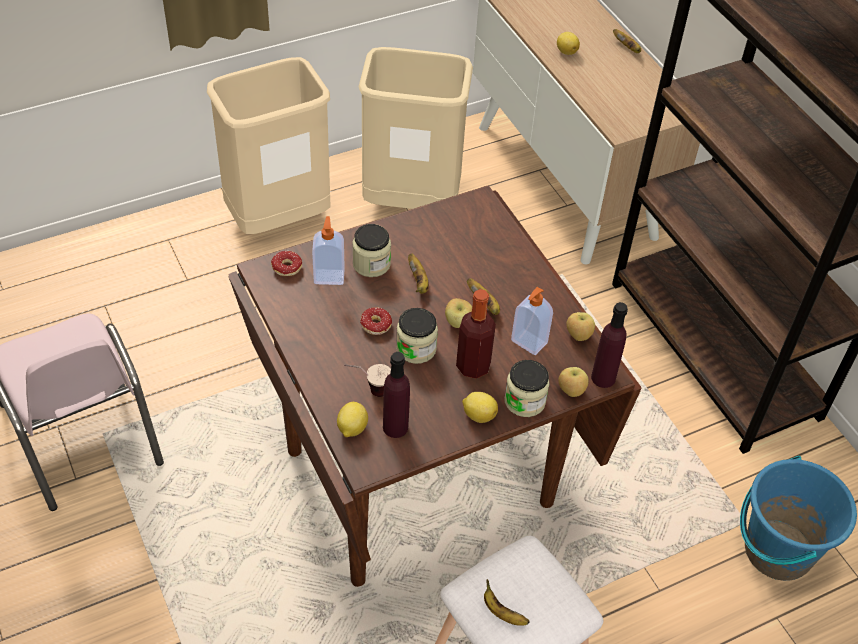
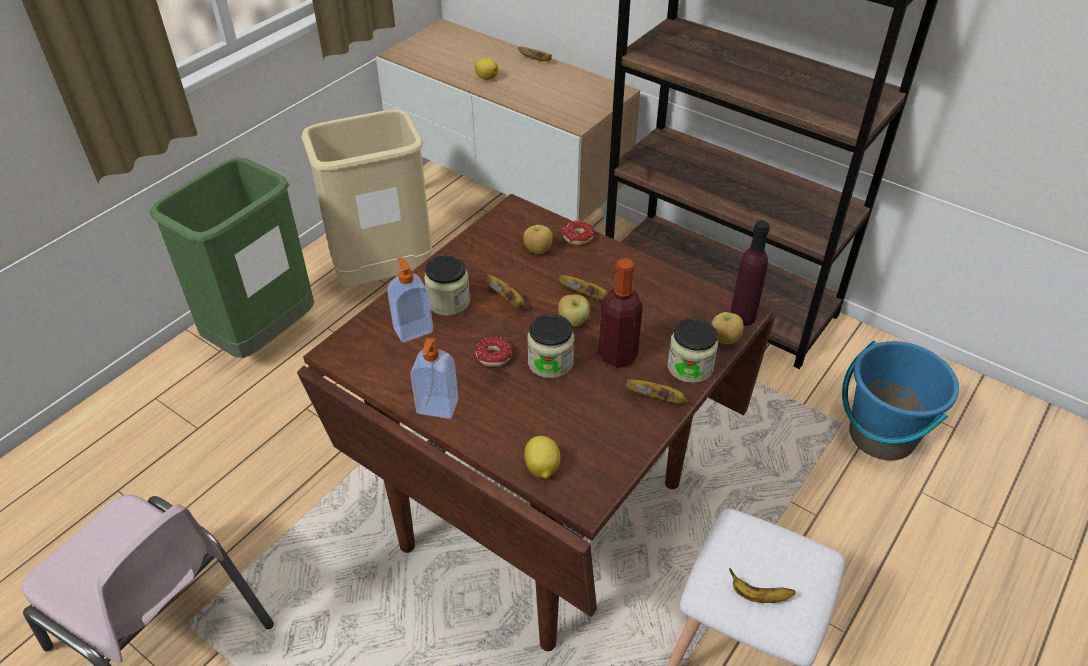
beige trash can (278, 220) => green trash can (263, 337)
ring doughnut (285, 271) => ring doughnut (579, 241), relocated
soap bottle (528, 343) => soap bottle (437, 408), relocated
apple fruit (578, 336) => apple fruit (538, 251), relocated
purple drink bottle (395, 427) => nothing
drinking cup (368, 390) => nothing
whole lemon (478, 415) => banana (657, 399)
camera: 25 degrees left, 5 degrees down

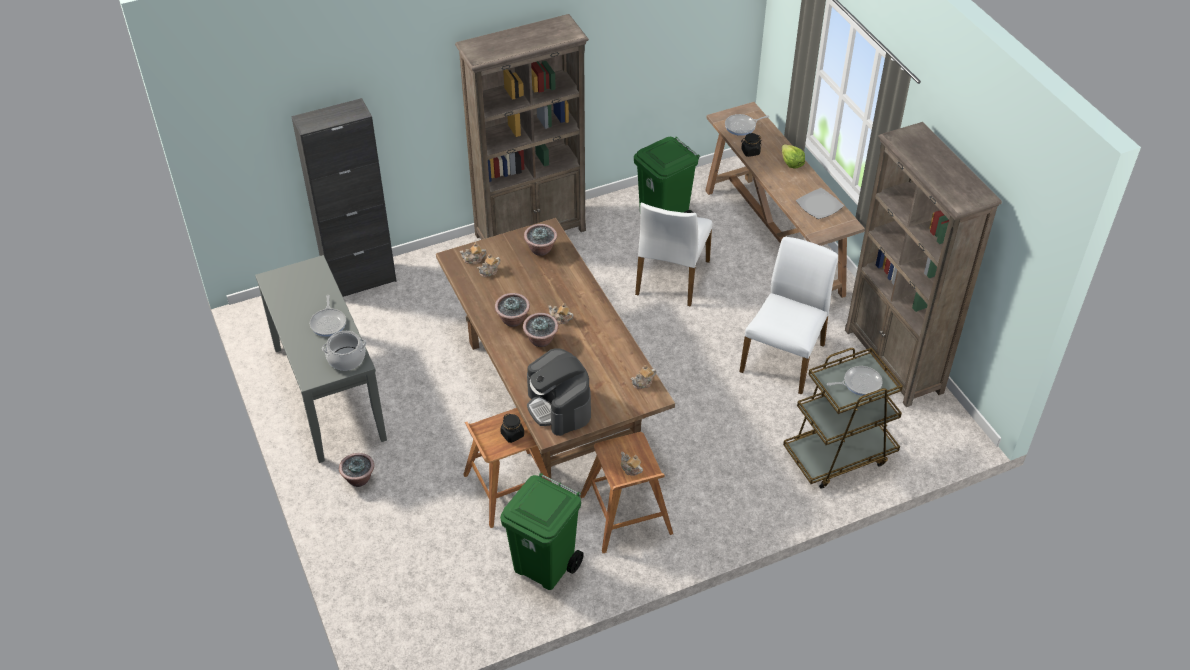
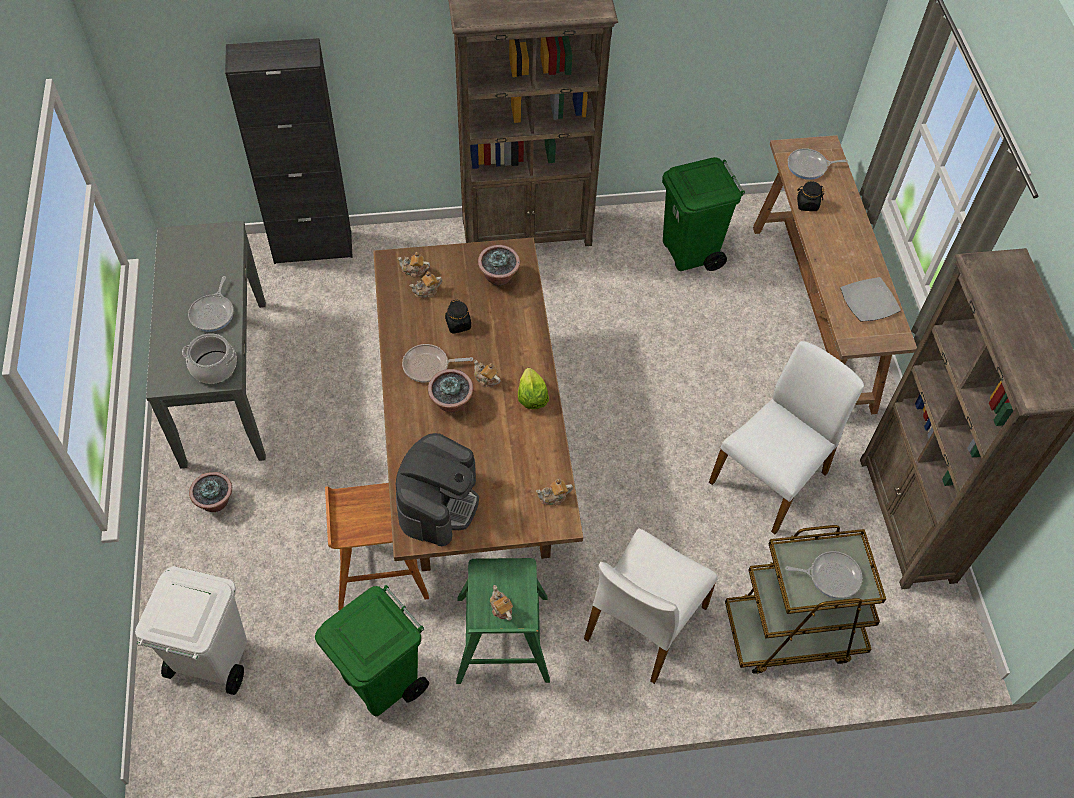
lettuce (791, 163) => lettuce (531, 397), relocated
white-coloured chair (671, 278) => white-coloured chair (643, 623), relocated
potted plant (513, 320) => skillet (429, 366)
coffee machine (559, 407) => coffee machine (438, 503), 150 degrees counterclockwise
blackish preserve jar (512, 434) => blackish preserve jar (458, 324), relocated
brown-coloured stool (626, 515) => green stool (502, 640)
nothing => white-coloured trash can (212, 660)
camera: 15 degrees right, 10 degrees up

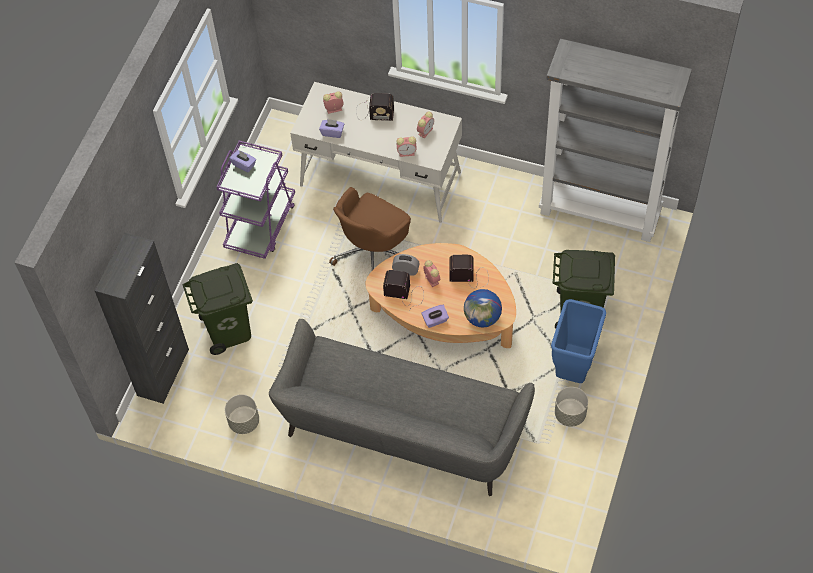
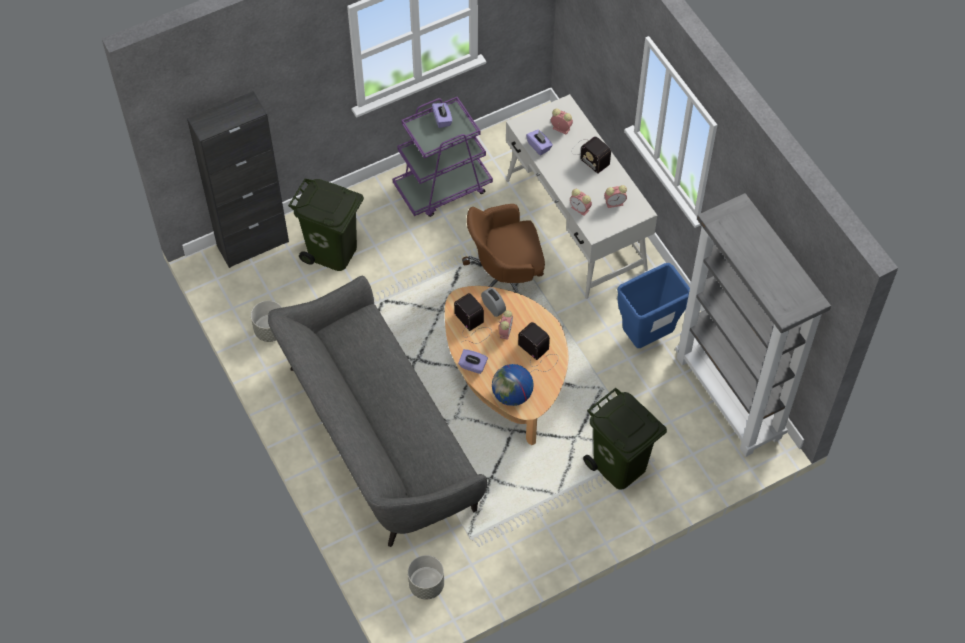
bluish trash can (573, 370) => bluish trash can (646, 337), relocated
grey plant pot (570, 414) => grey plant pot (426, 585), relocated
camera: 40 degrees right, 0 degrees up

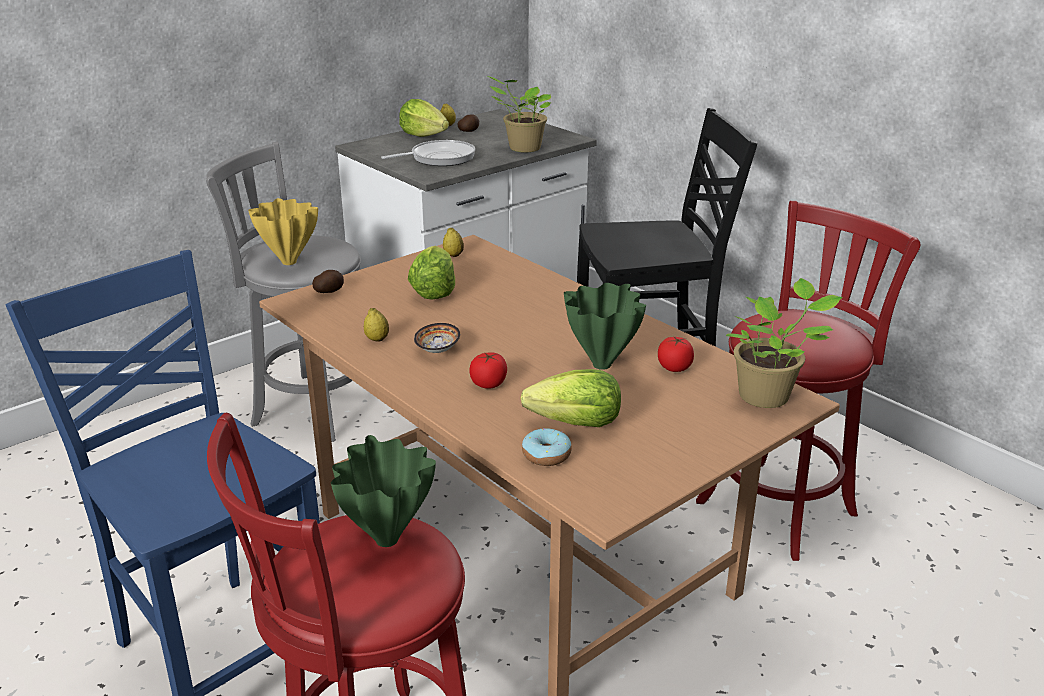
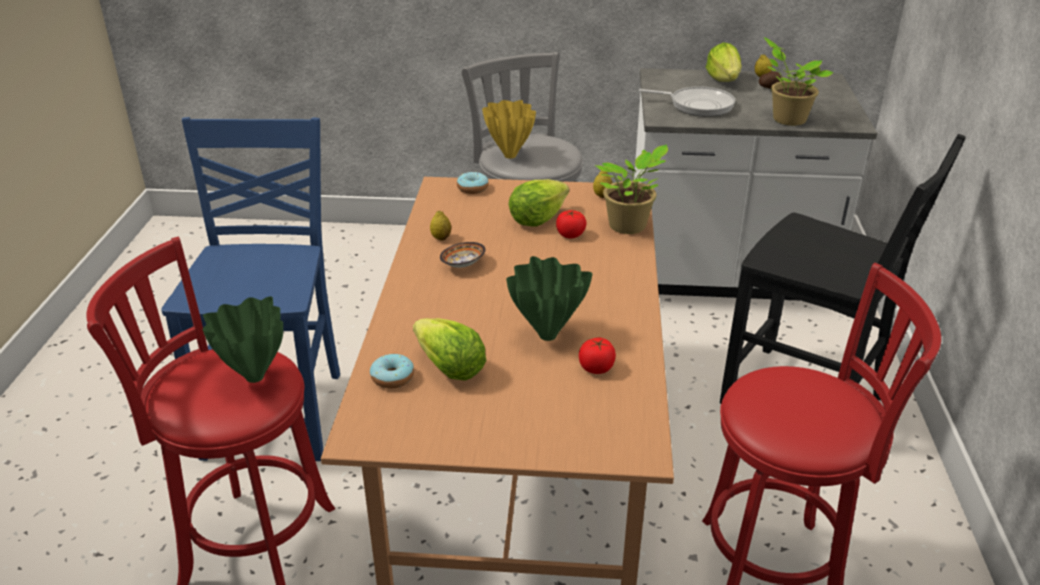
whole potato (329, 292) => ring doughnut (472, 188)
potted plant (768, 396) => potted plant (629, 226), relocated
tomato (488, 384) => tomato (570, 235), relocated
camera: 45 degrees right, 5 degrees up

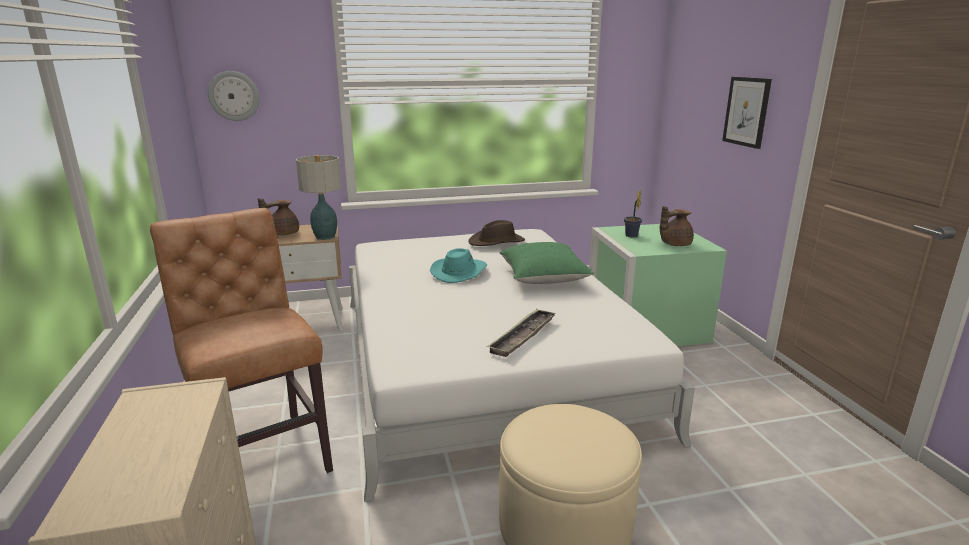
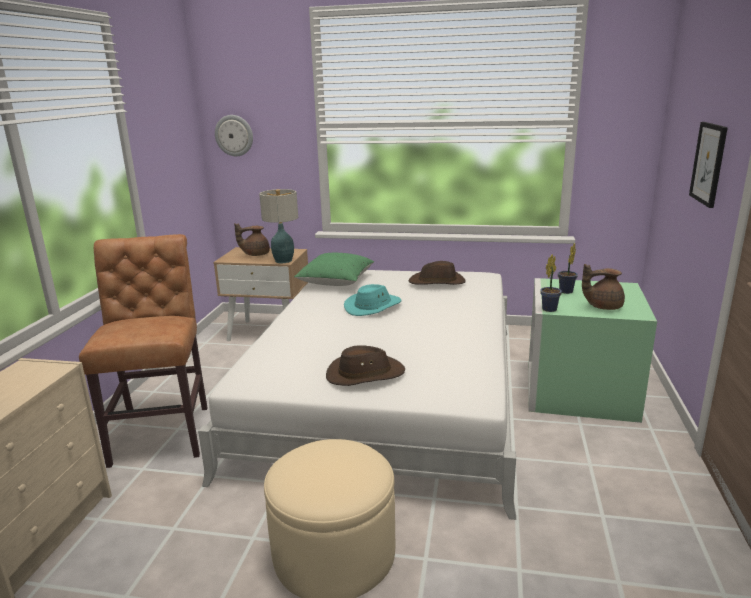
green pillow (543, 278) => green pillow (336, 282), relocated
serving tray (523, 336) => brown-coloured wearable hat (365, 374)
nothing => potted plant (550, 309)
camera: 25 degrees right, 0 degrees up

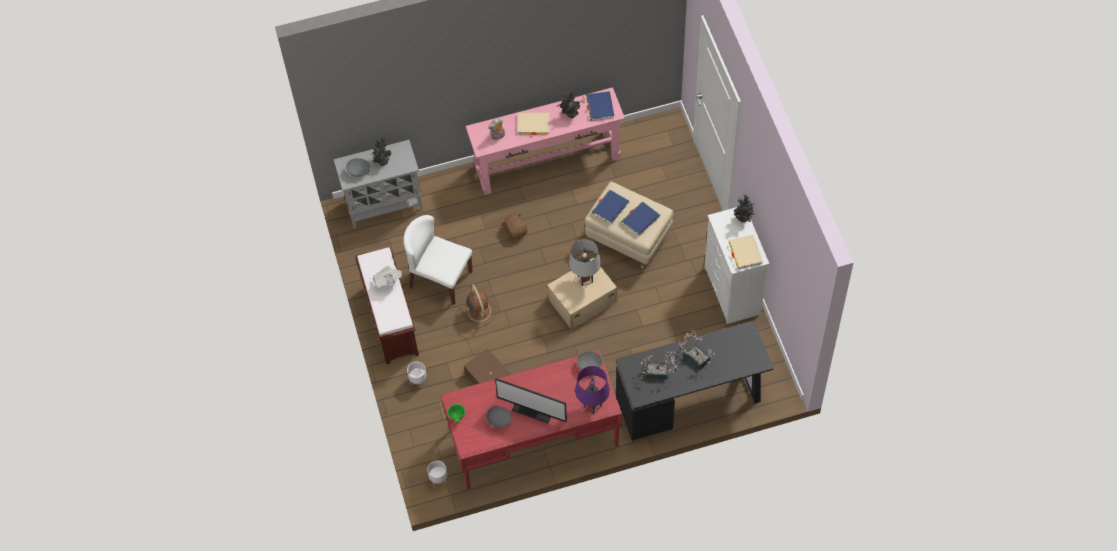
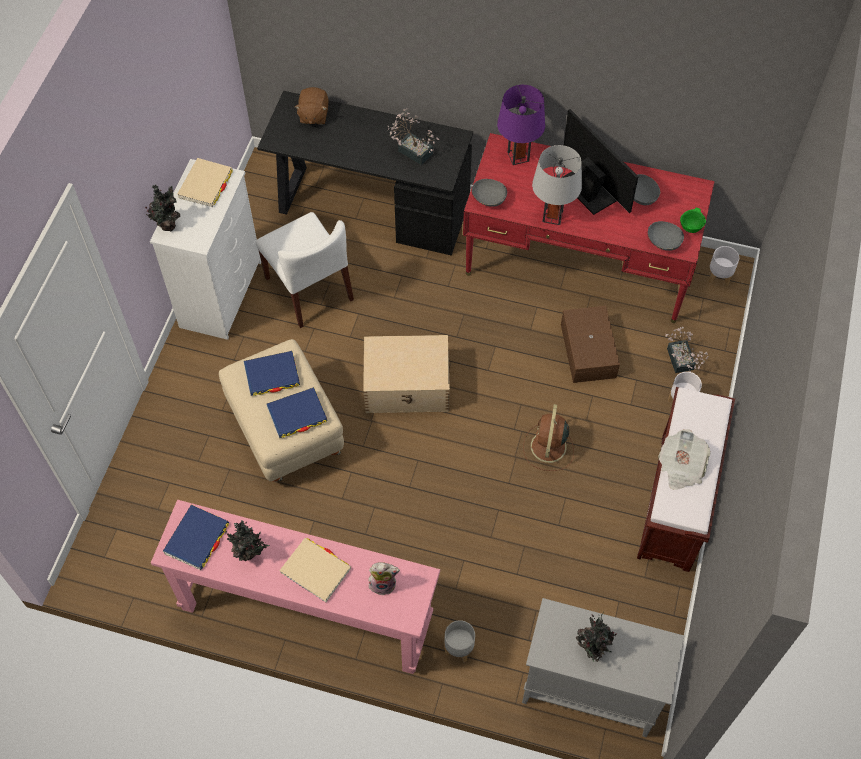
grey bowl (359, 171) => grey bowl (663, 243), relocated
brown-coloured plush toy (515, 231) => brown-coloured plush toy (313, 115), relocated
white-coloured chair (440, 279) => white-coloured chair (309, 289), relocated
grey table lamp (585, 279) => grey table lamp (552, 216), relocated
potted plant (695, 356) => potted plant (681, 362), relocated
nothing => grey plant pot (459, 648)
camera: 150 degrees left, 0 degrees up

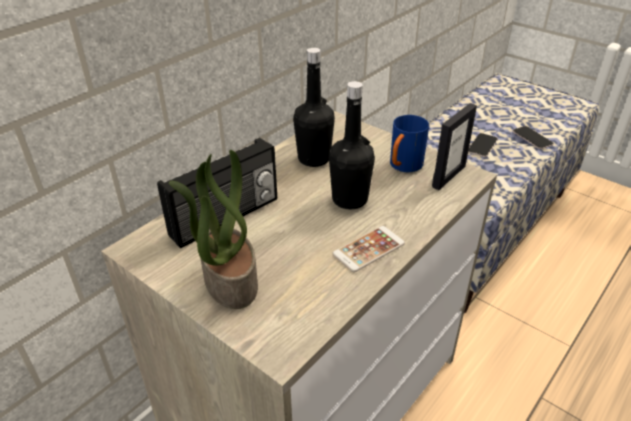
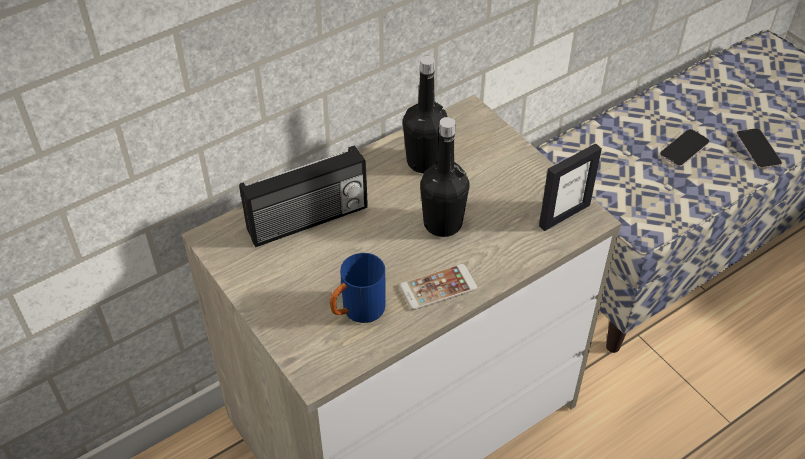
bluish tea mug (403, 167) => bluish tea mug (357, 311), relocated
potted plant (229, 280) => nothing
camera: 15 degrees right, 10 degrees up

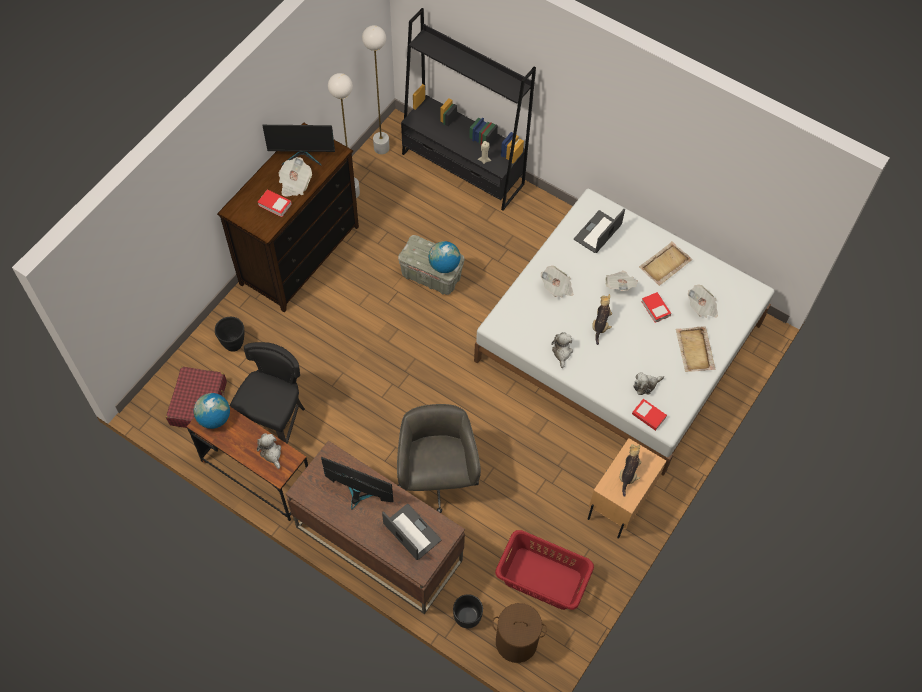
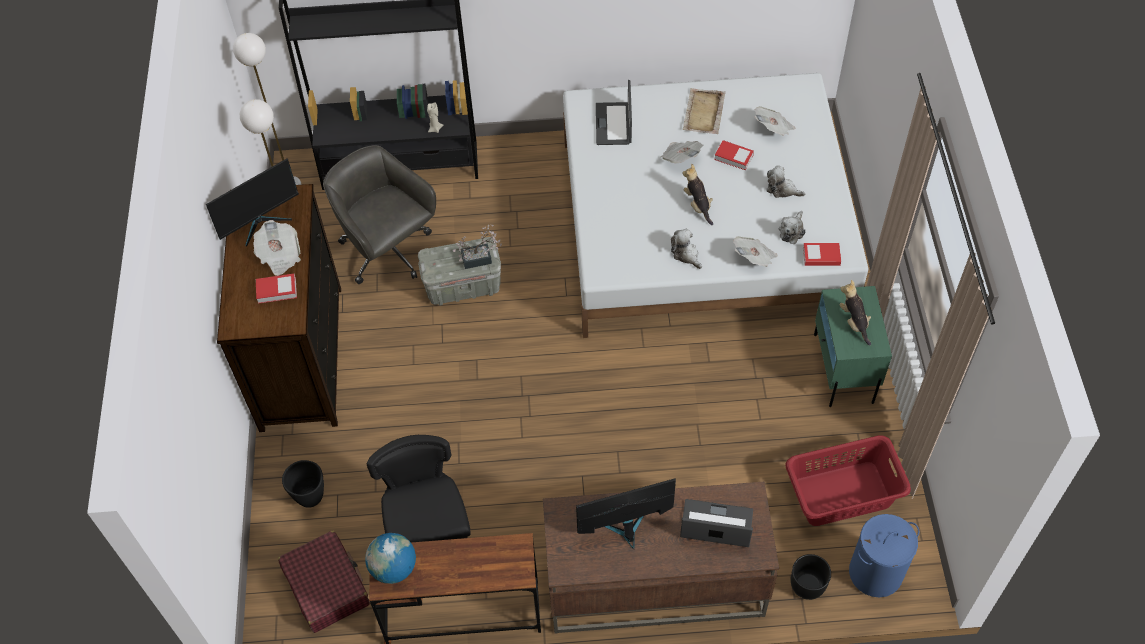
globe (444, 265) => potted plant (480, 258)
printed paper (557, 287) => printed paper (754, 258), relocated
beige serving tray (694, 350) => nothing
grey office chair (437, 478) => grey office chair (388, 252), relocated
plush toy (271, 453) => plush toy (782, 189), relocated
beige nightstand (620, 501) => green nightstand (843, 368)
brown-coloured hamper (516, 642) => bluish hamper (875, 573)
camera: 35 degrees left, 5 degrees down

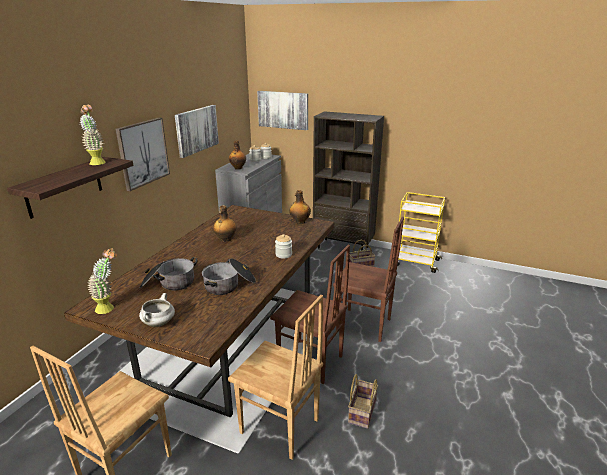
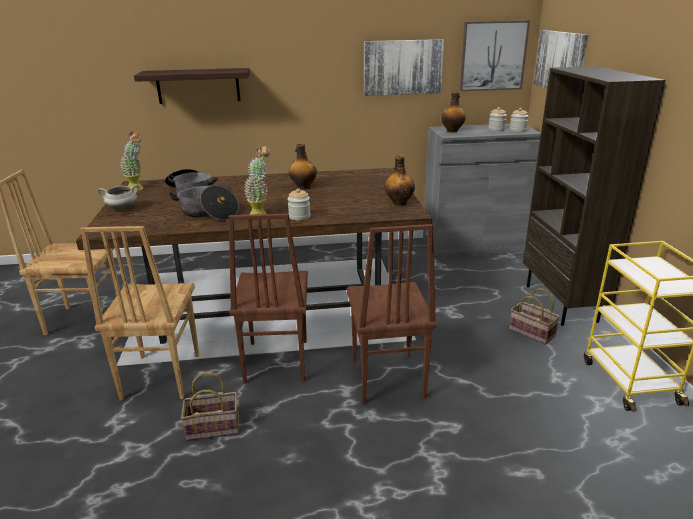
potted plant (97, 162) => potted plant (261, 214), relocated
wall picture (143, 153) => wall picture (492, 56), relocated
camera: 60 degrees right, 0 degrees up

